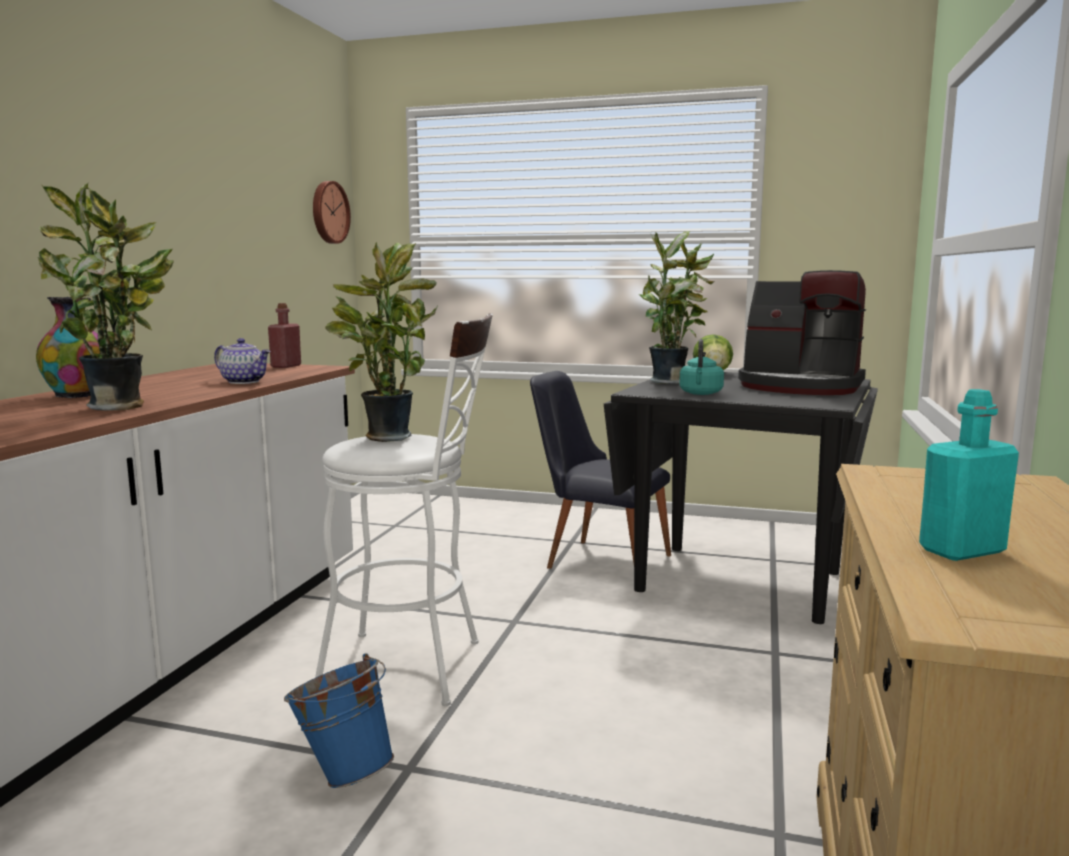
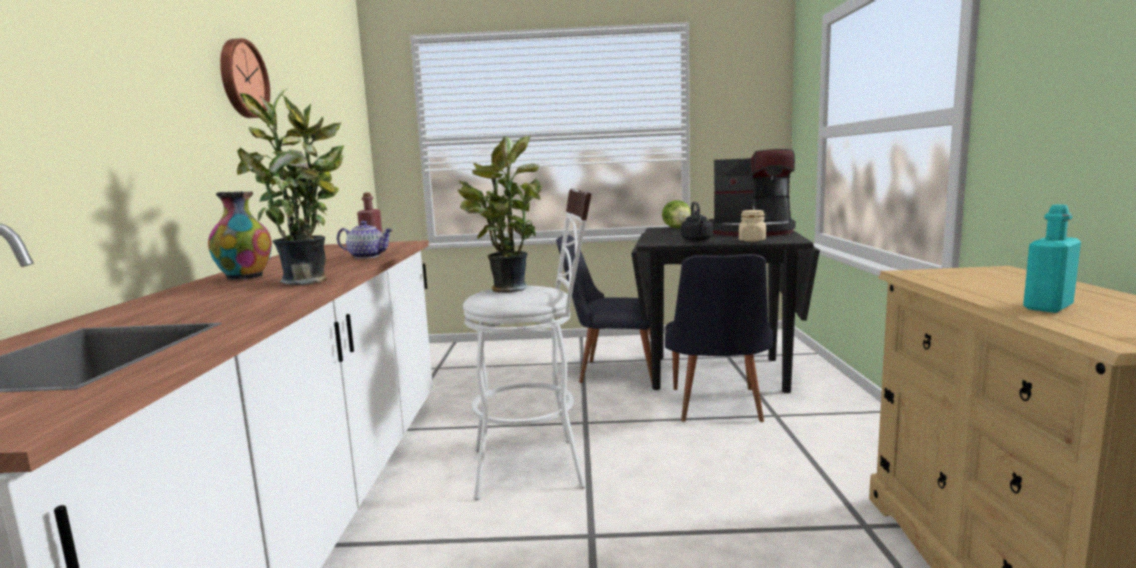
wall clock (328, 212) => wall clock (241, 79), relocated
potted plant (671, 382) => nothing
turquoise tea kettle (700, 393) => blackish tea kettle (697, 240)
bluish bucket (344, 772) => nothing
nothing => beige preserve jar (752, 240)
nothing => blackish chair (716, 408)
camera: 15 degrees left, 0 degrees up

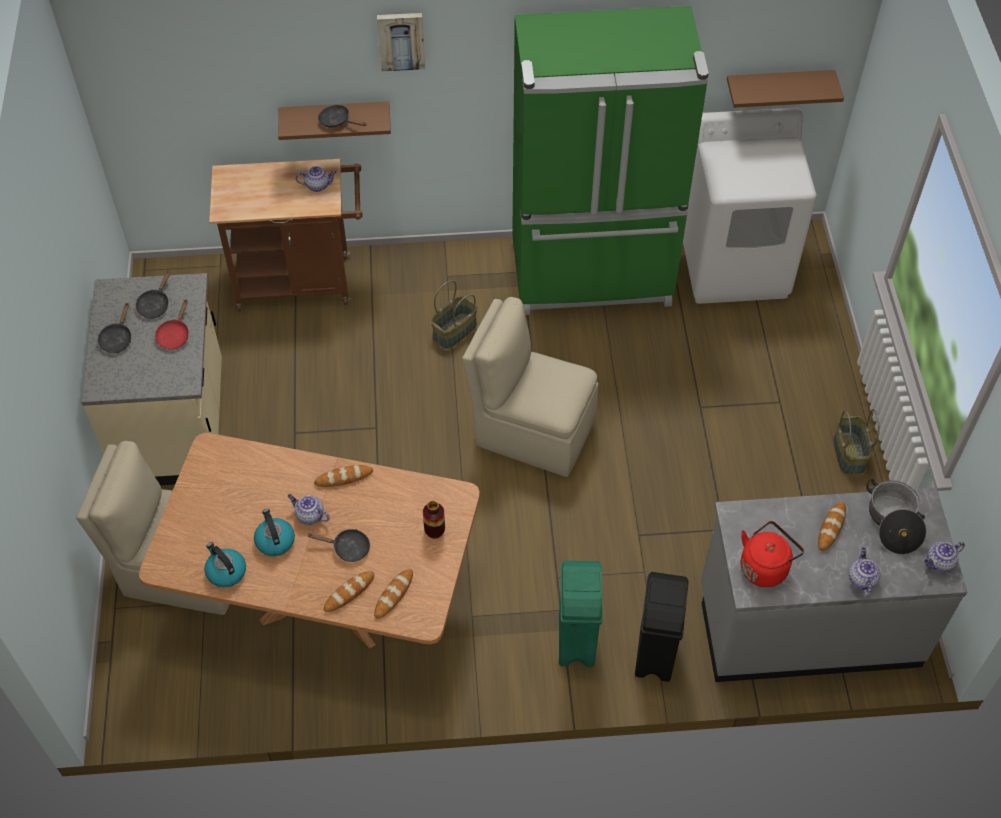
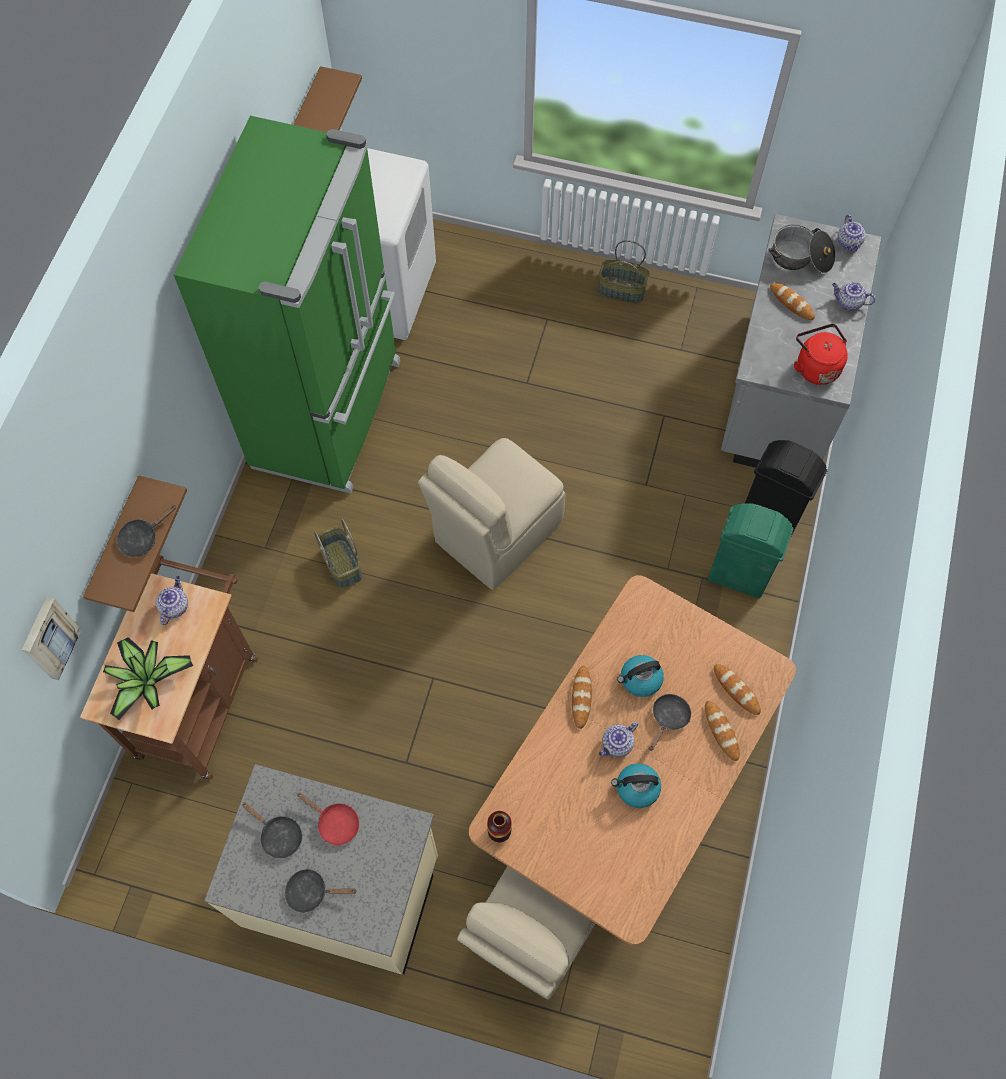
wall picture (401, 40) => wall picture (48, 638), relocated
blackish skillet (117, 338) => blackish skillet (312, 892), 150 degrees clockwise
vase (434, 531) => vase (499, 831), relocated
tea kettle (226, 572) => tea kettle (640, 679), relocated
nothing => potted plant (147, 680)
camera: 70 degrees left, 10 degrees up

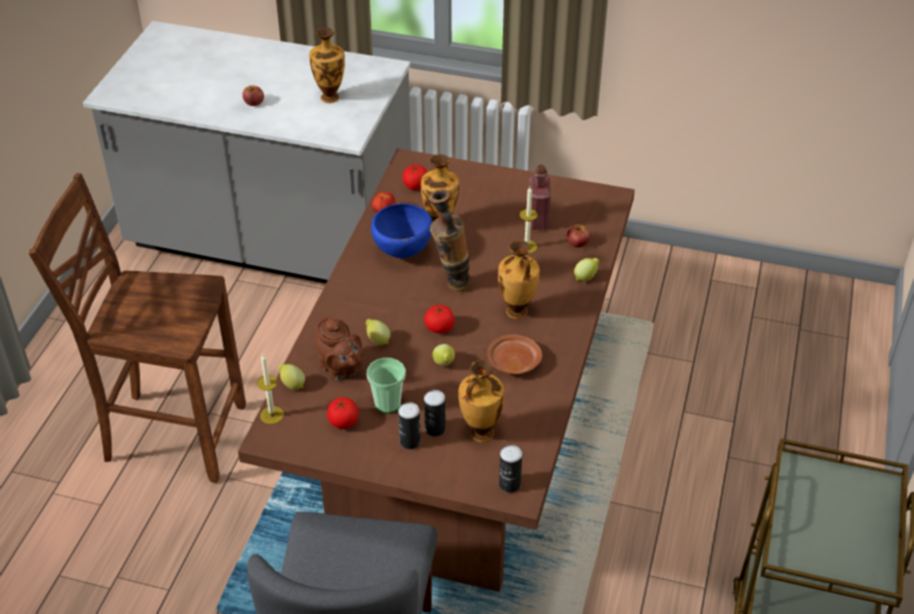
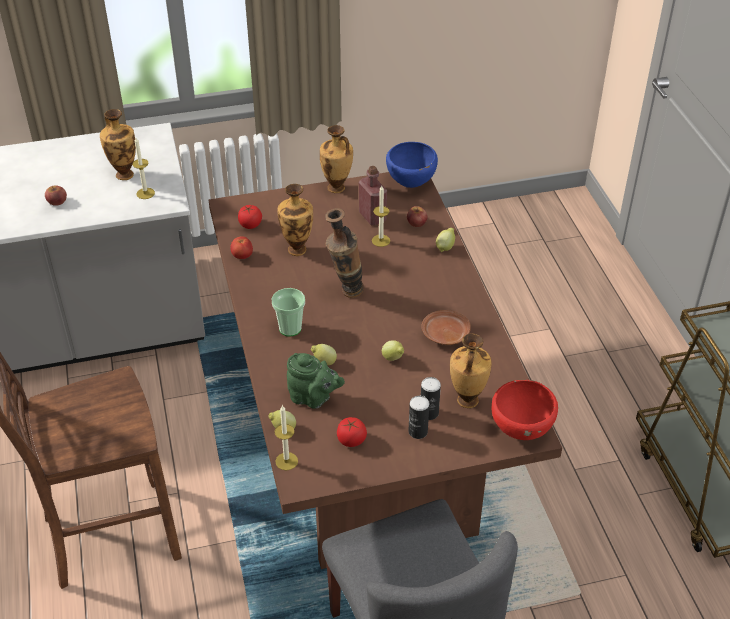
bluish bowl (402, 253) => bluish bowl (411, 184), relocated
vase (516, 313) => vase (337, 188), relocated
tomato (439, 328) => nothing
brown-coloured pot for tea (341, 369) => green pot for tea (313, 398)
drinking cup (387, 403) => drinking cup (290, 328), relocated
metal can (509, 484) => red-coloured bowl (521, 430)
nothing => wax light (145, 193)
camera: 30 degrees left, 0 degrees up

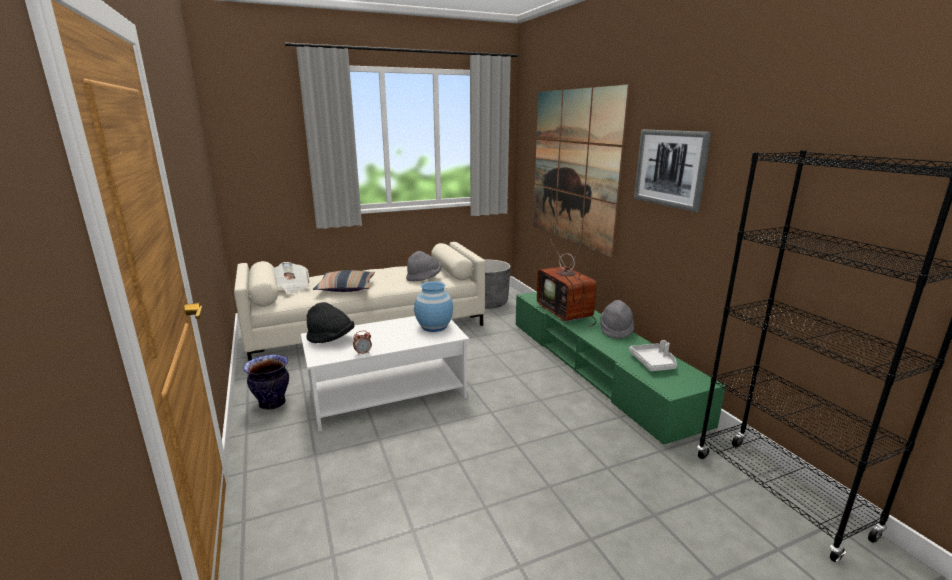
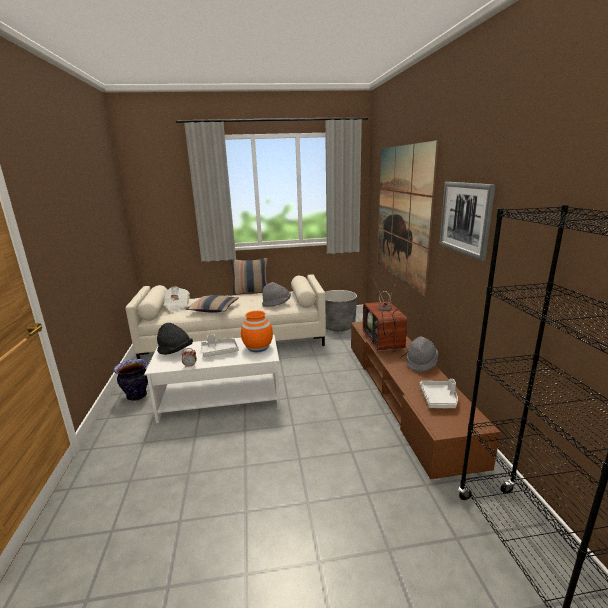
bluish vase (434, 327) => orange vase (257, 347)
green tv unit (596, 368) => brown-coloured tv unit (404, 395)
nothing => pillow (251, 292)
nothing => grey serving tray (219, 351)
camera: 15 degrees right, 0 degrees up

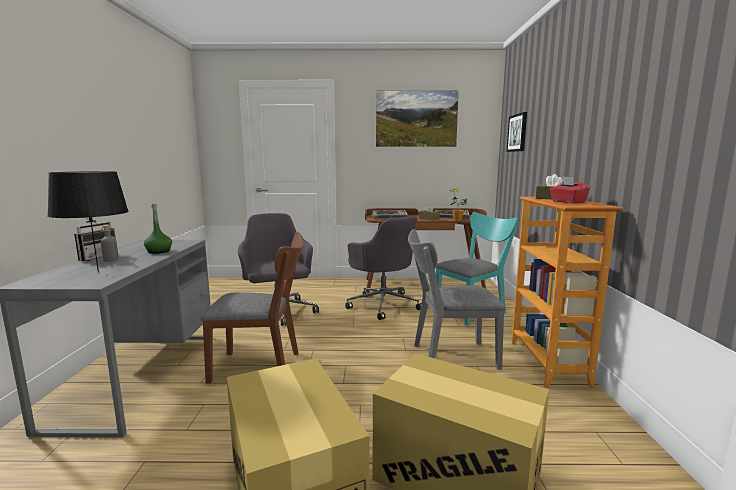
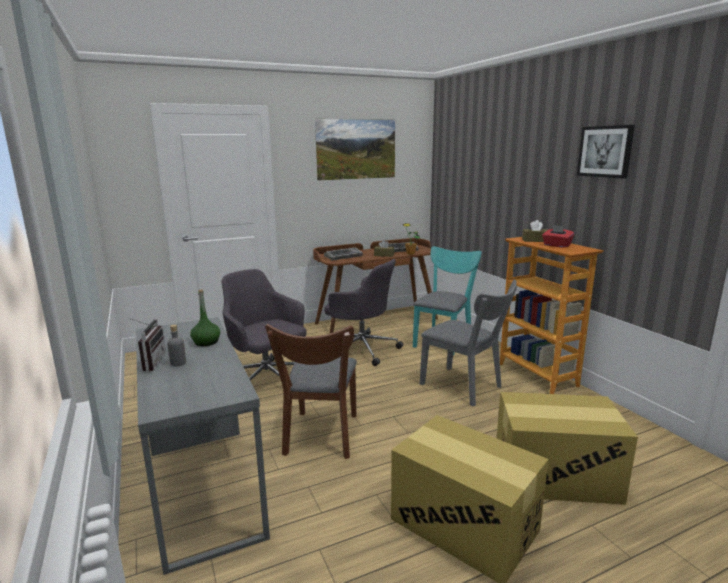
wall picture (517, 133) => wall picture (605, 151), relocated
blackish table lamp (98, 272) => nothing
grey chair (448, 357) => grey chair (465, 387), 105 degrees counterclockwise
brown-coloured chair (263, 367) => brown-coloured chair (321, 438), 120 degrees clockwise
camera: 25 degrees left, 5 degrees up

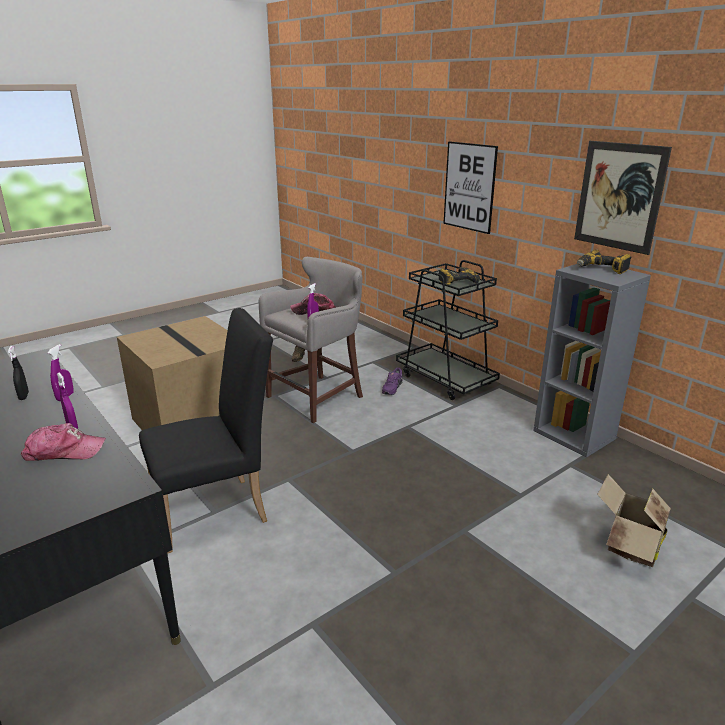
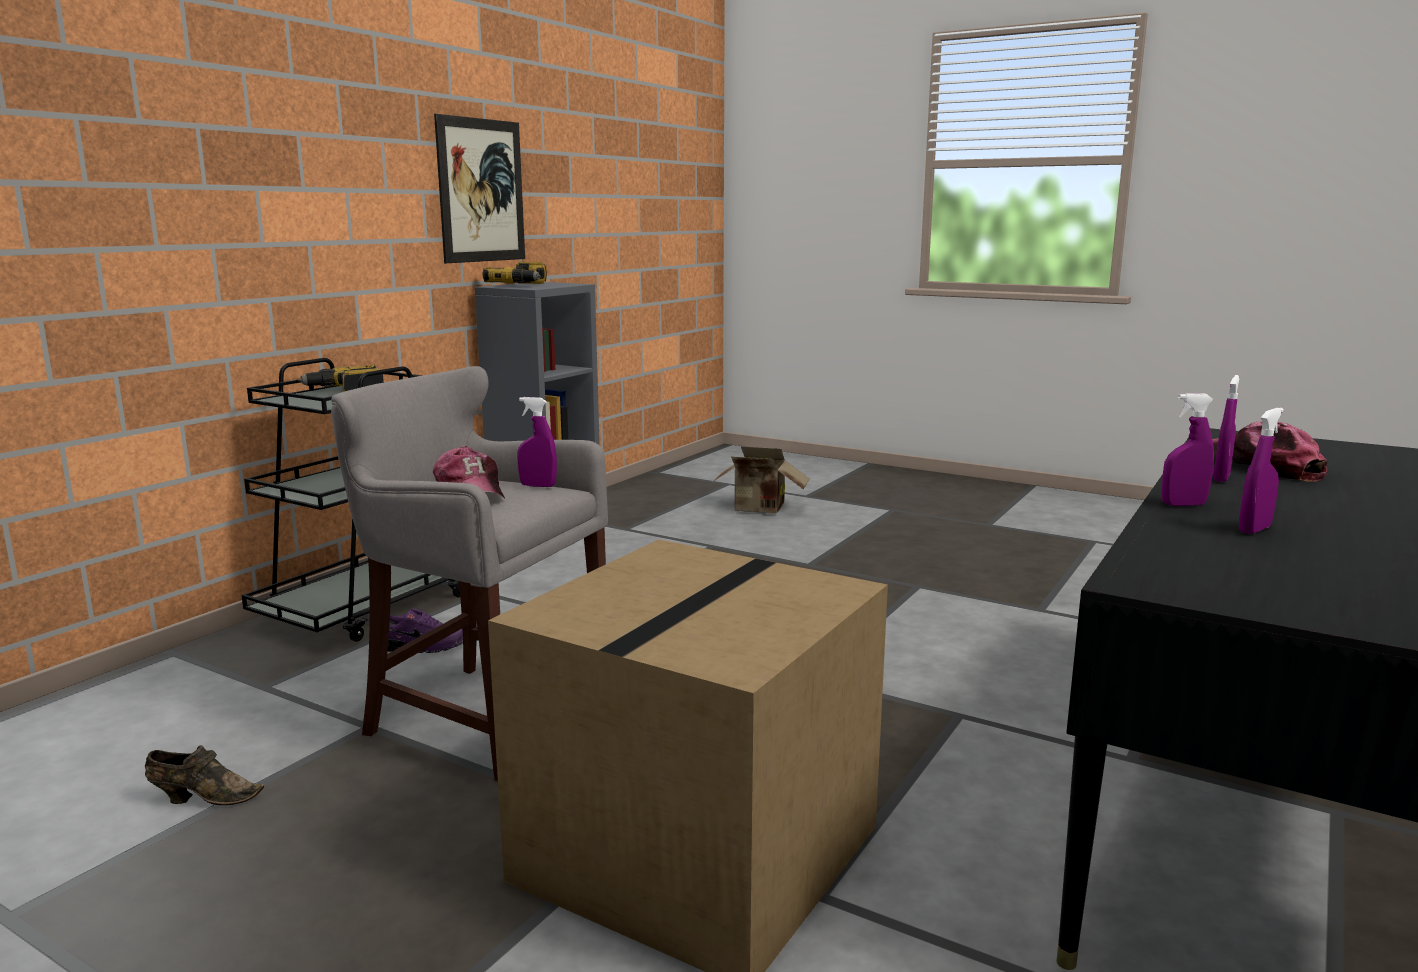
wall picture (469, 187) => nothing
blackish chair (219, 510) => nothing
blackish spray bottle (24, 396) => purple spray bottle (1254, 529)
camera: 110 degrees left, 10 degrees down

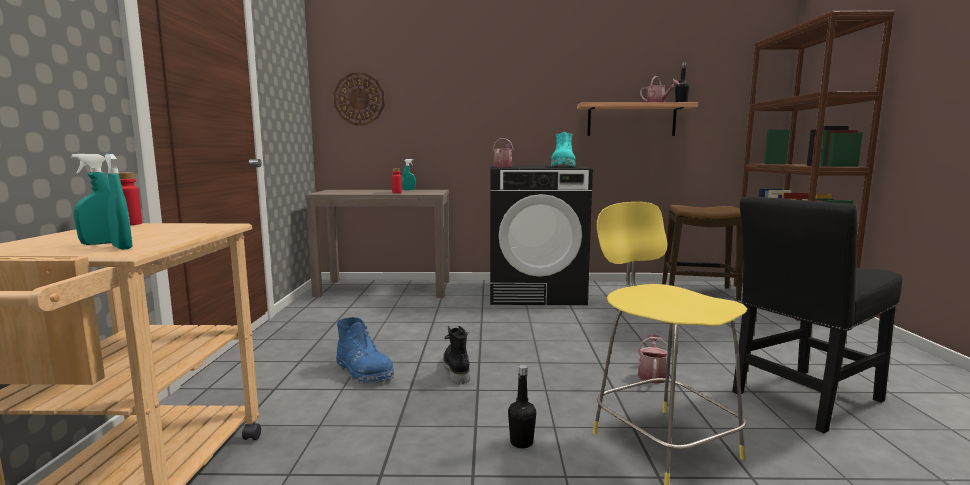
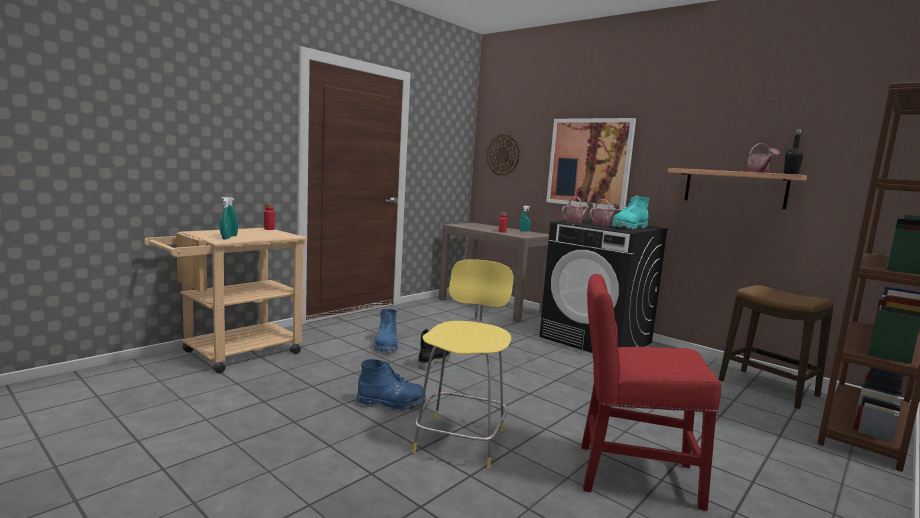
blackish chair (804, 399) => red-coloured chair (629, 474)
watering pot (652, 375) => watering pot (602, 224), relocated
blackish drink bottle (521, 442) => bluish high-top boot (391, 404)
nothing => wall picture (589, 163)
camera: 40 degrees right, 0 degrees up

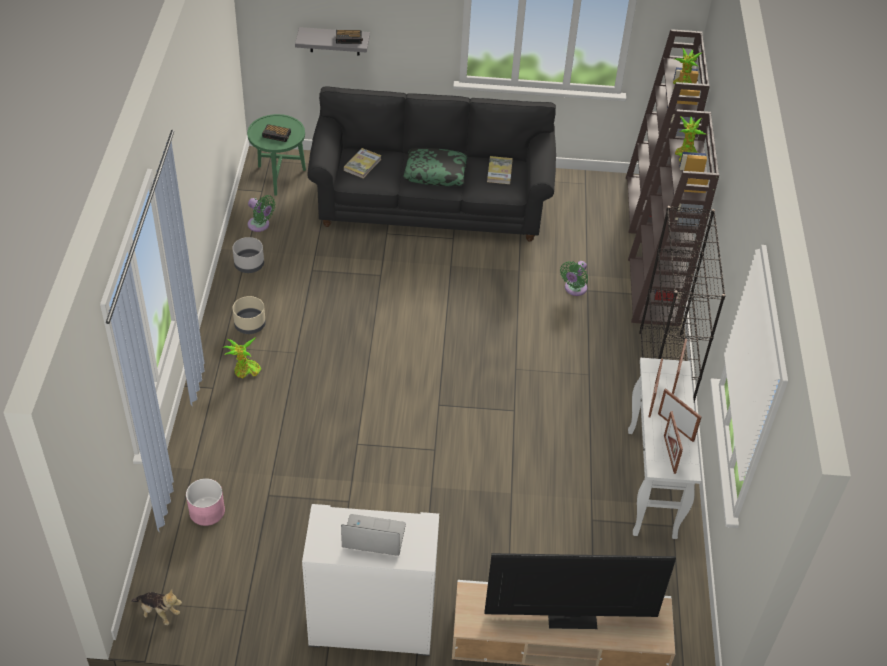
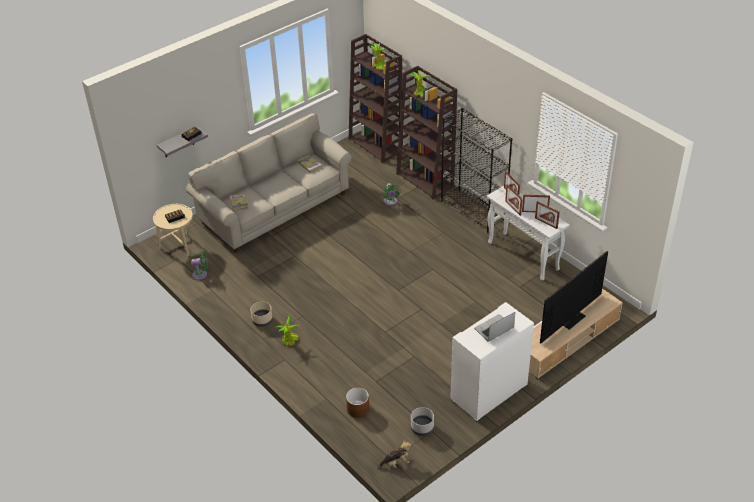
blackish couch (432, 204) => beige couch (274, 209)
green side table (279, 178) => beige side table (179, 247)
pillow (435, 173) => nothing
grey plant pot (249, 265) => grey plant pot (422, 428), relocated
pink-coloured plant pot (206, 511) => brown-coloured plant pot (358, 409)
camera: 40 degrees left, 5 degrees down

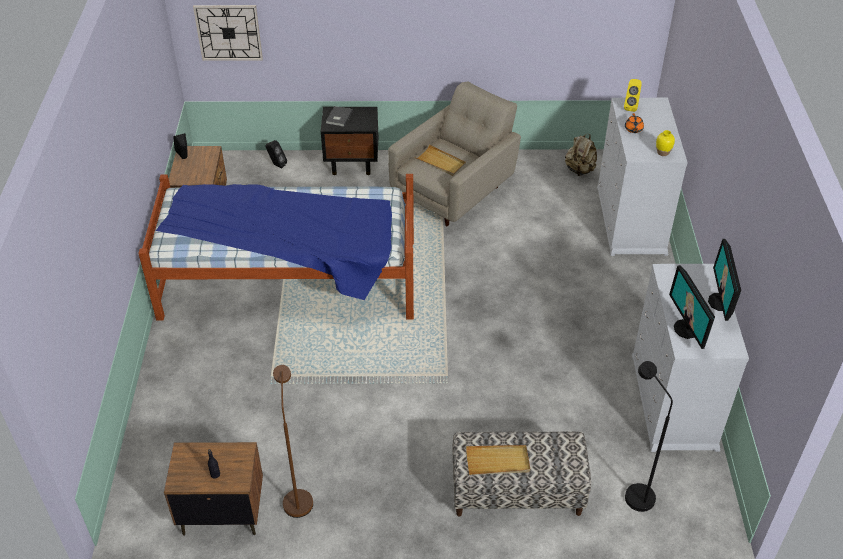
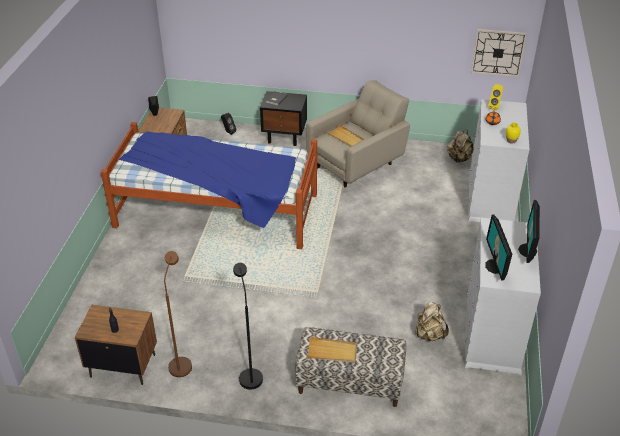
wall clock (228, 32) => wall clock (498, 52), relocated
blackish floor lamp (635, 492) => blackish floor lamp (249, 374), relocated
nothing => beige backpack (429, 334)
camera: 10 degrees right, 5 degrees down

